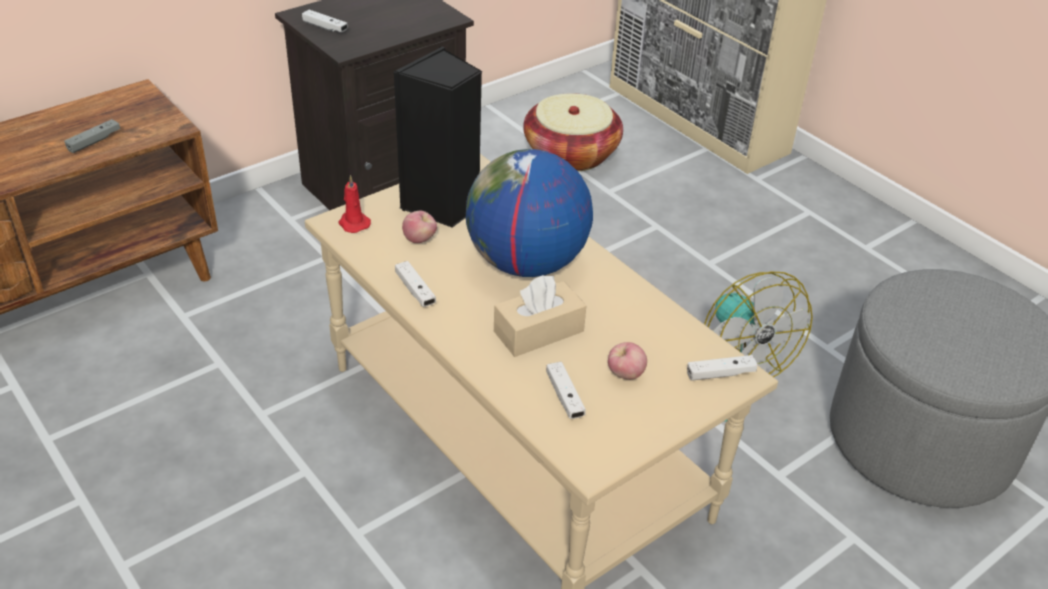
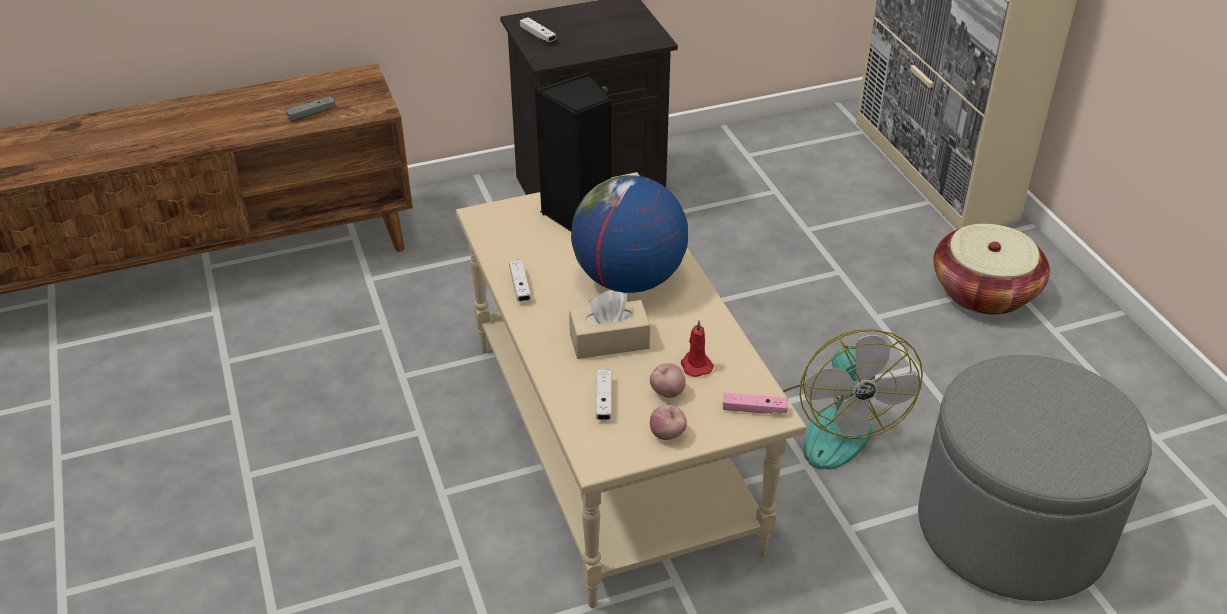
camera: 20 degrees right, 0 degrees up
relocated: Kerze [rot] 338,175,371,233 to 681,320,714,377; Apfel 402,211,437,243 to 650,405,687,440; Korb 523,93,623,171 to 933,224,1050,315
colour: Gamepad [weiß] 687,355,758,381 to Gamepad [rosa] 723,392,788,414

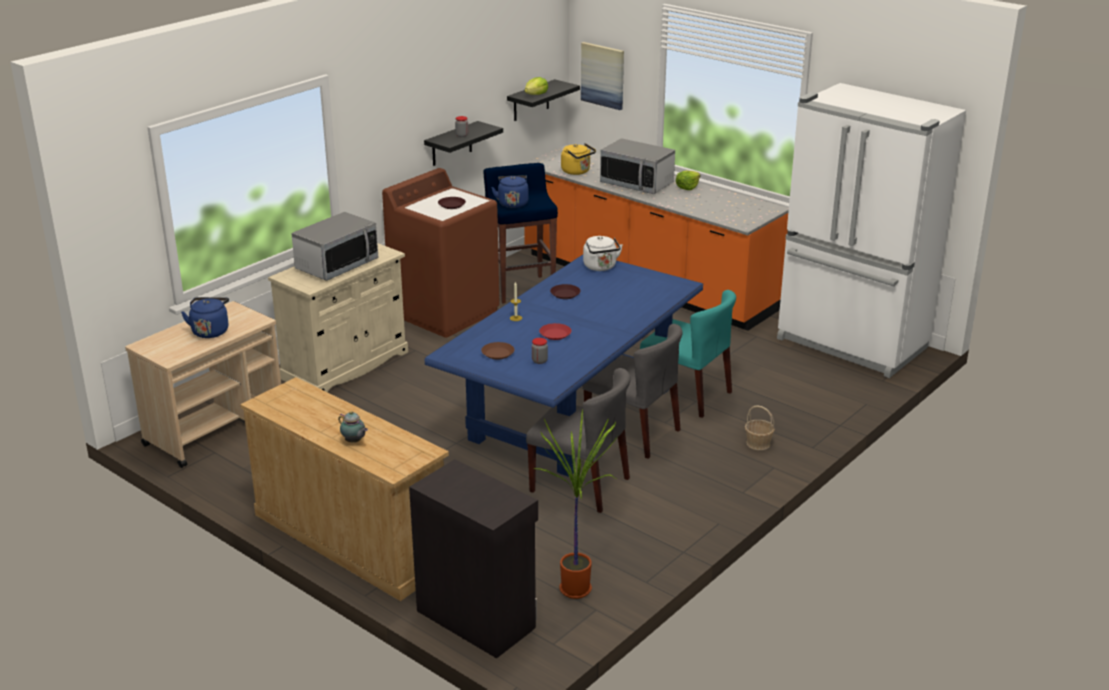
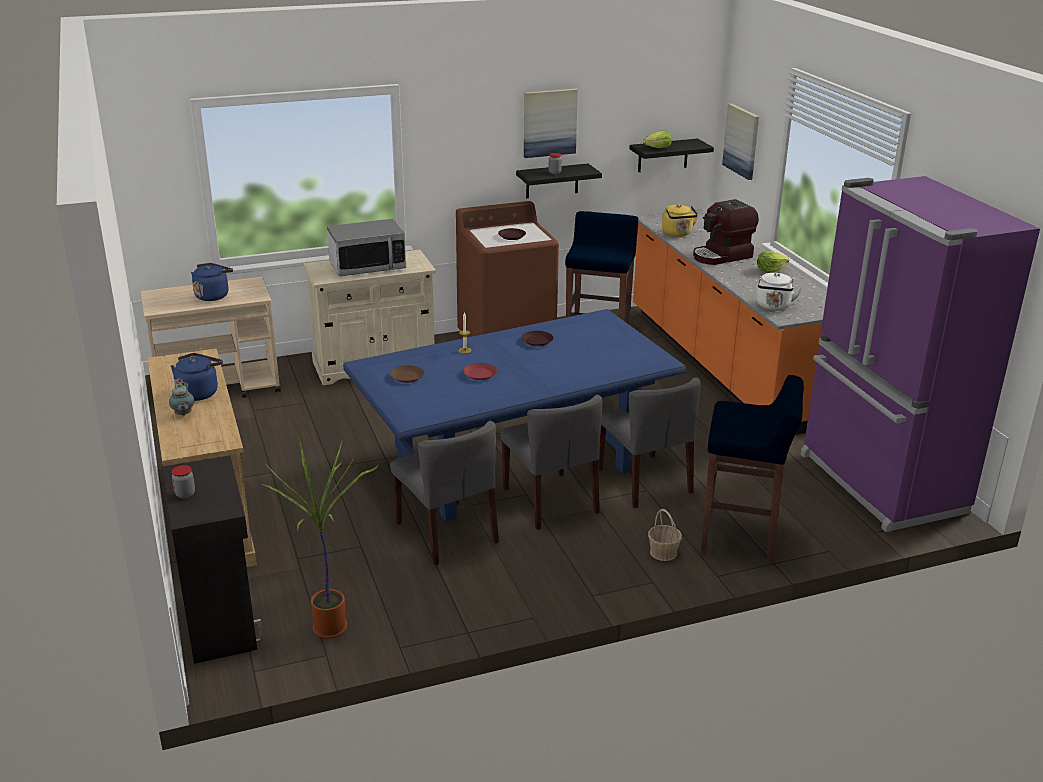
camera: 30 degrees right, 0 degrees up
appeared: Bild 524,89,578,158; Hocker [blau] 700,375,804,565
relocated: Wasserkessel [blau] 491,175,529,208 to 171,353,223,401; Vorratsglas 532,338,548,364 to 172,465,195,498; Wasserkessel [weiß] 583,236,623,271 to 756,273,802,310
exchanged: Mikrowelle 600,138,675,194 to Kaffeemaschine 693,199,759,265
colour: Stuhl [türkis] 640,290,736,418 to Stuhl [grau] 598,377,701,508; Kühlschrank [weiß] 777,83,966,378 to Kühlschrank [lila] 801,176,1040,532

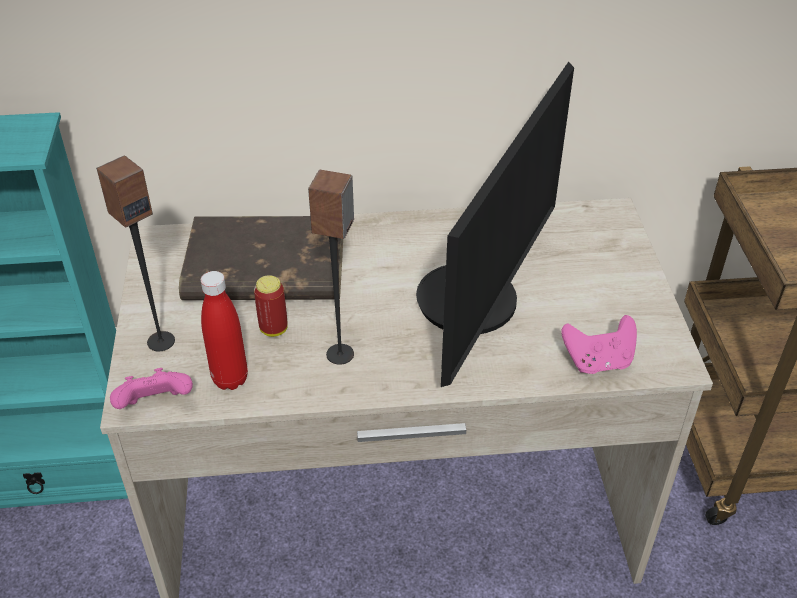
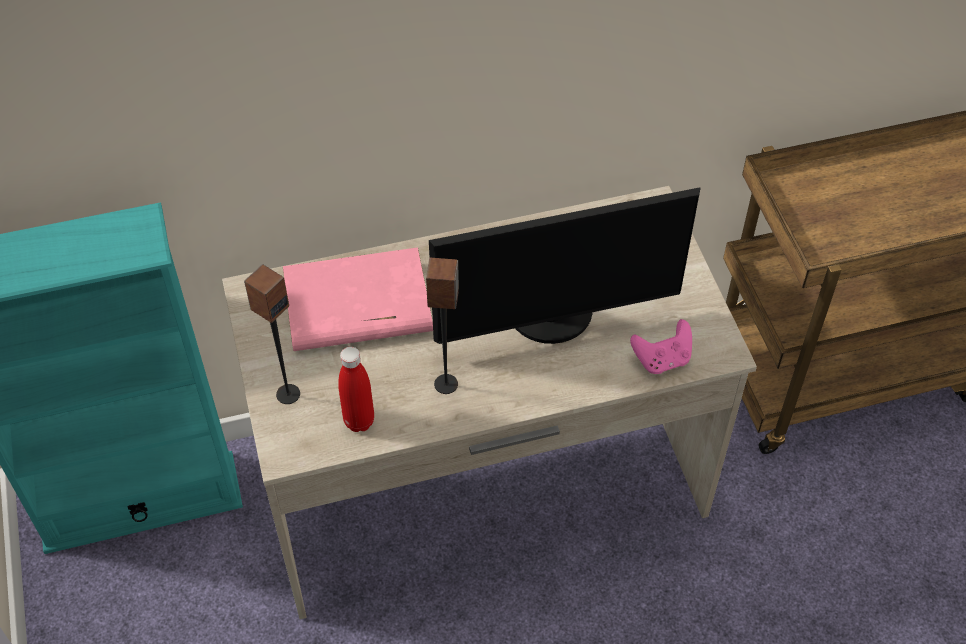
camera: 10 degrees left, 10 degrees up
missing: Gamepad [rosa] 110,368,193,409; Dose 254,275,288,337
colour: Buch [braun] 179,216,343,300 to Buch [rosa] 283,247,433,351
spun: Monitor 416,62,574,387 = 429,187,701,344 60 degrees clockwise

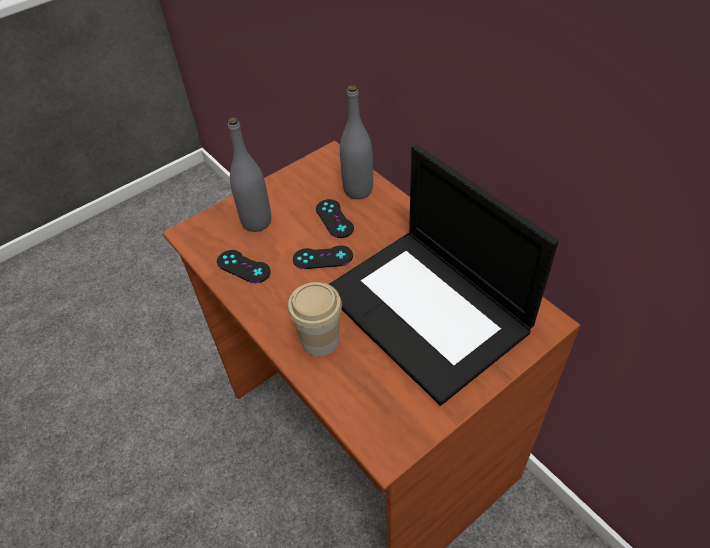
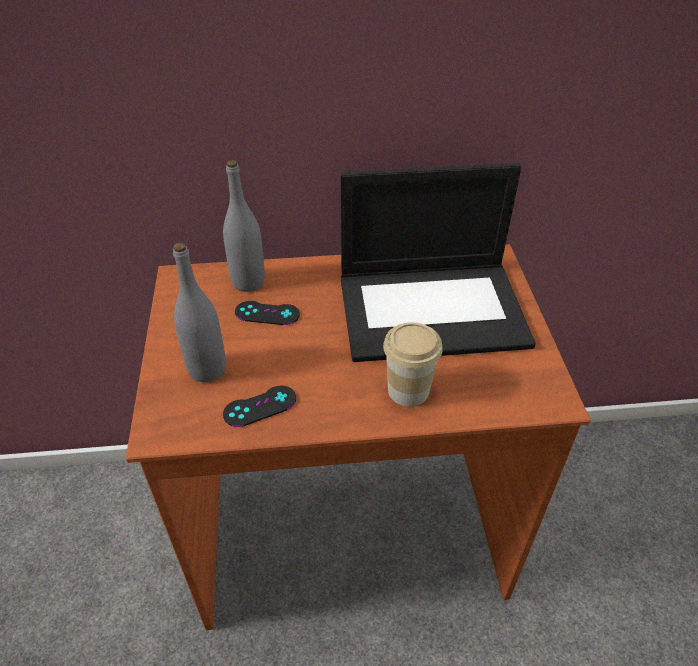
camera: 60 degrees left, 5 degrees down
missing: Gamepad [schwarz] 293,246,353,269

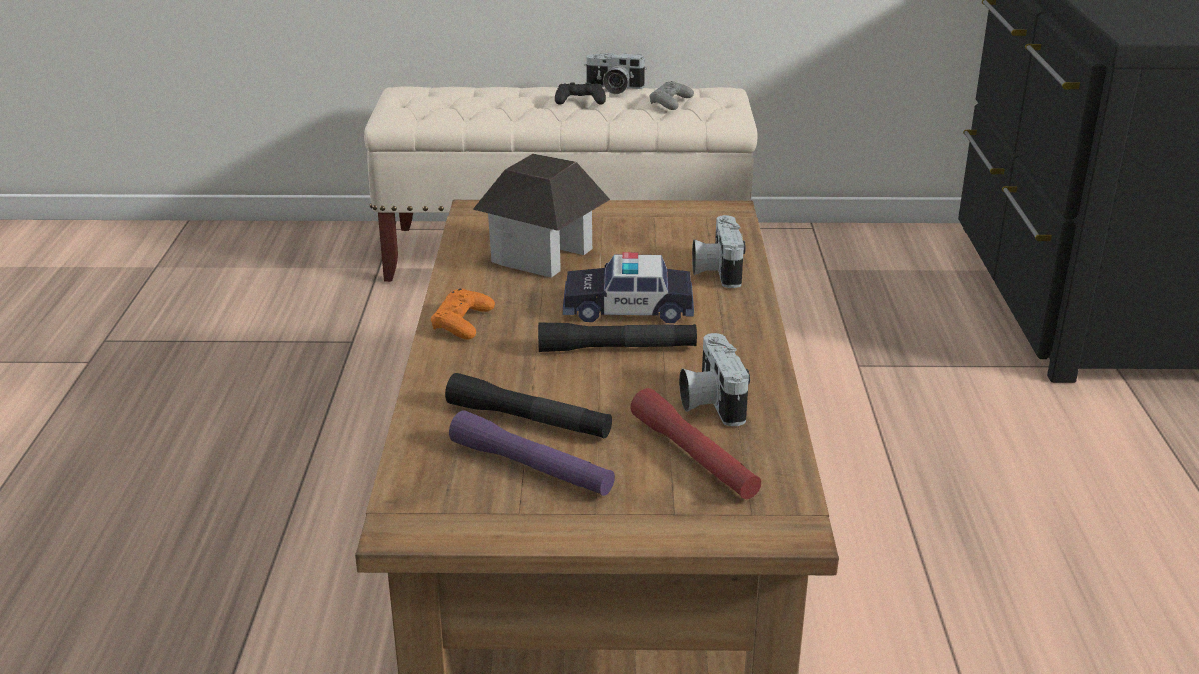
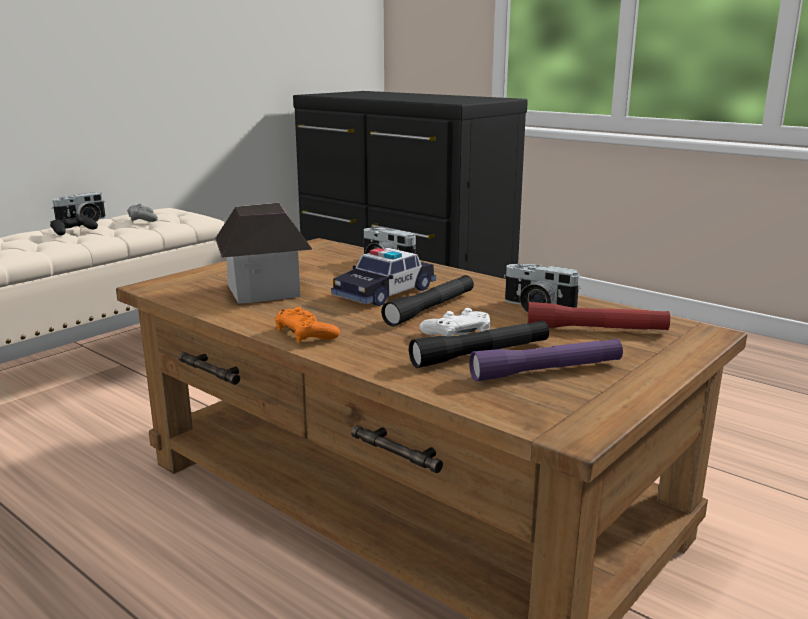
camera: 50 degrees left, 10 degrees down
appeared: Gamepad [weiß] 419,308,490,336

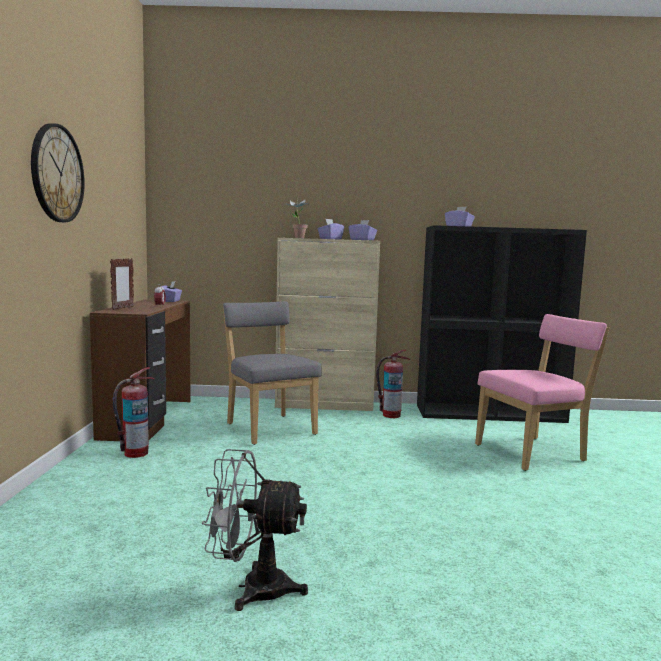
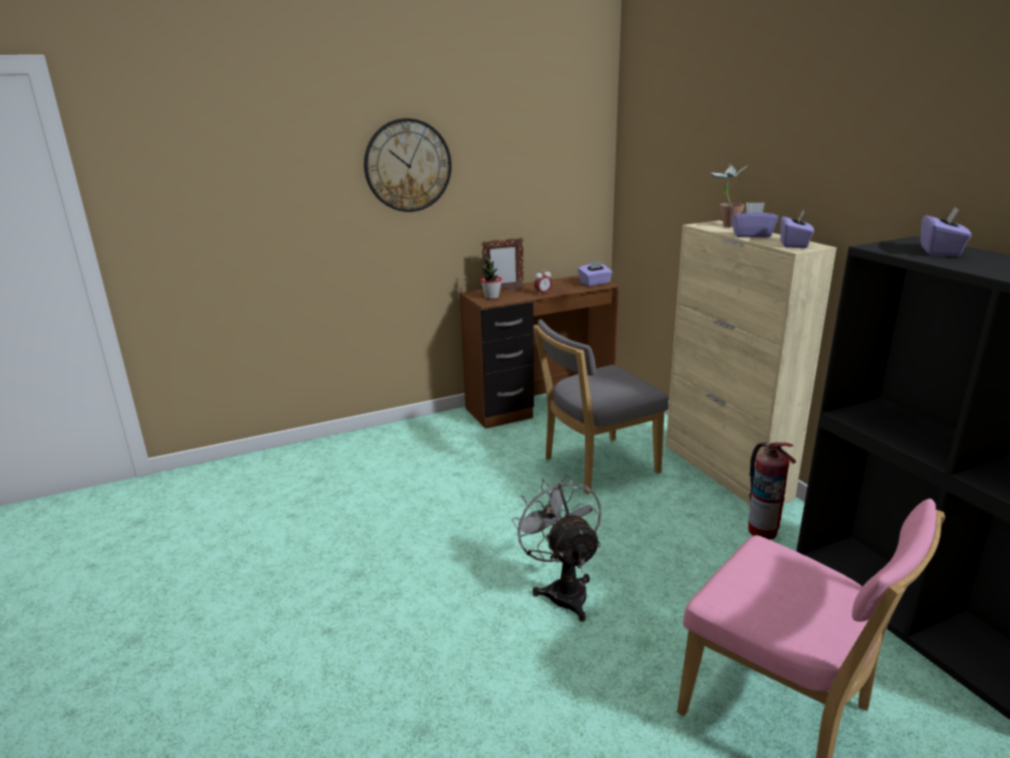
camera: 65 degrees right, 15 degrees up
missing: Feuerlöscher 113,367,155,458
appeared: Topfpflanze 481,255,502,299
relocated: Ventilator [grau] 202,449,308,611 to 512,475,602,621
spun: Stuhl [grau] 223,301,321,445 = 533,319,669,494 150 degrees counterclockwise

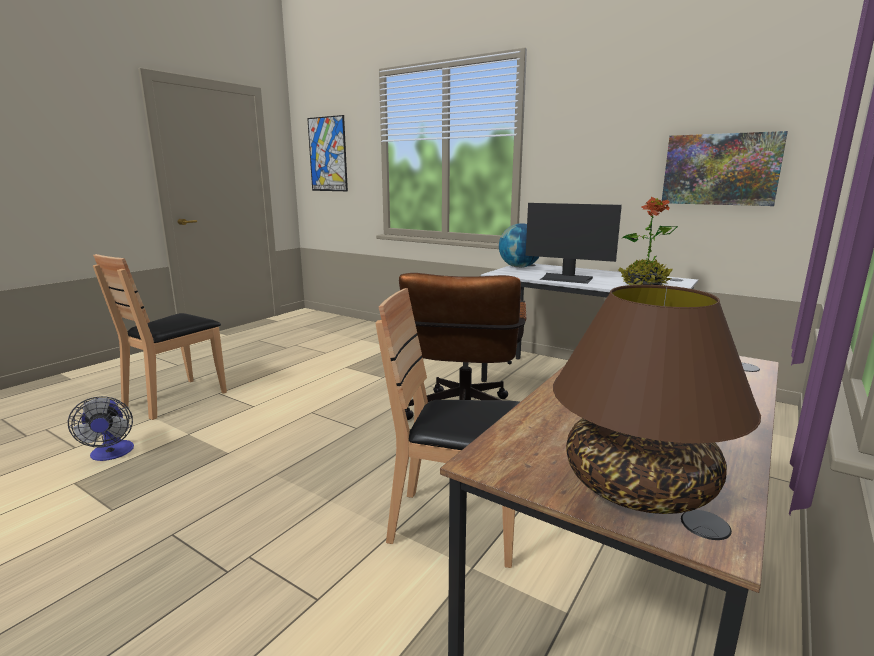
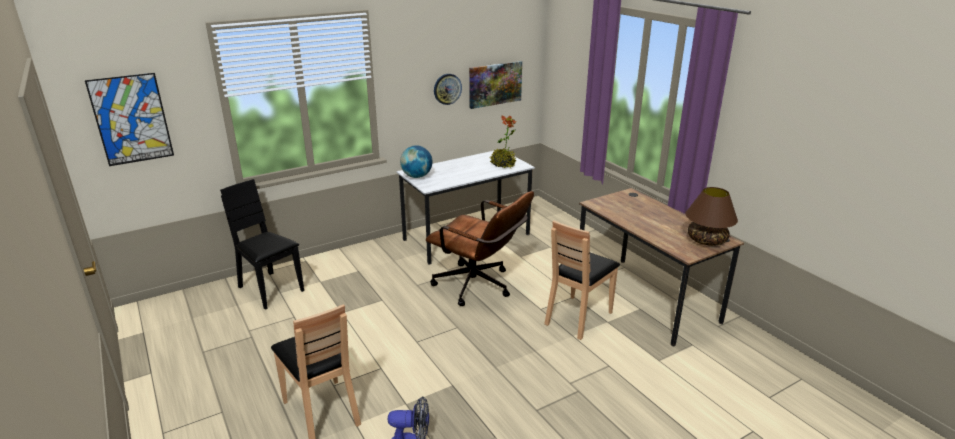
camera: 65 degrees left, 10 degrees up
missing: Monitor 526,203,622,284
appeared: Stuhl [schwarz] 220,179,304,310; Wanduhr 434,74,462,105

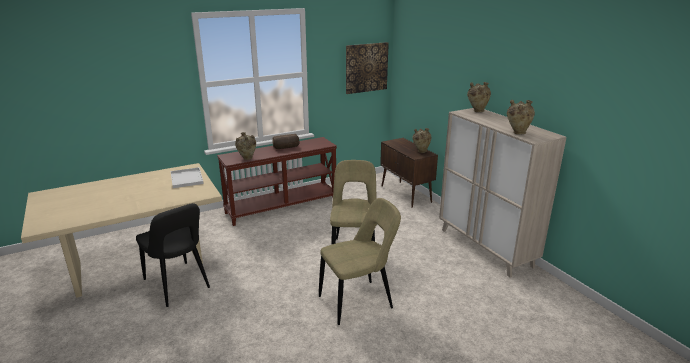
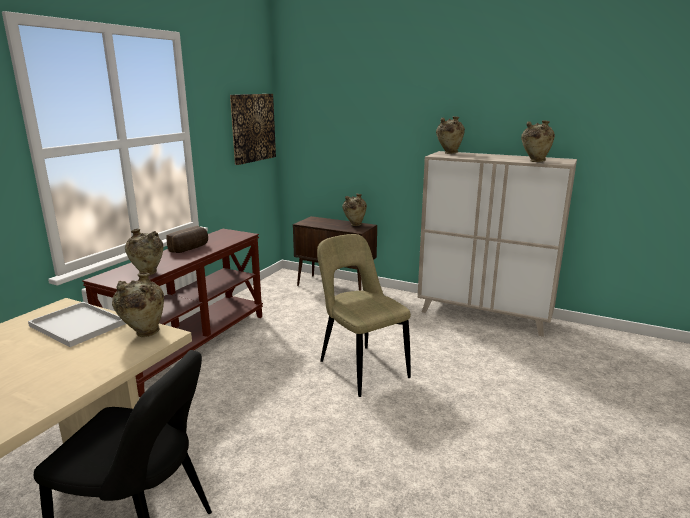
camera: 35 degrees left, 5 degrees down
missing: Stuhl [beige] 319,198,401,325
appeared: Vase [beige] 112,273,164,337

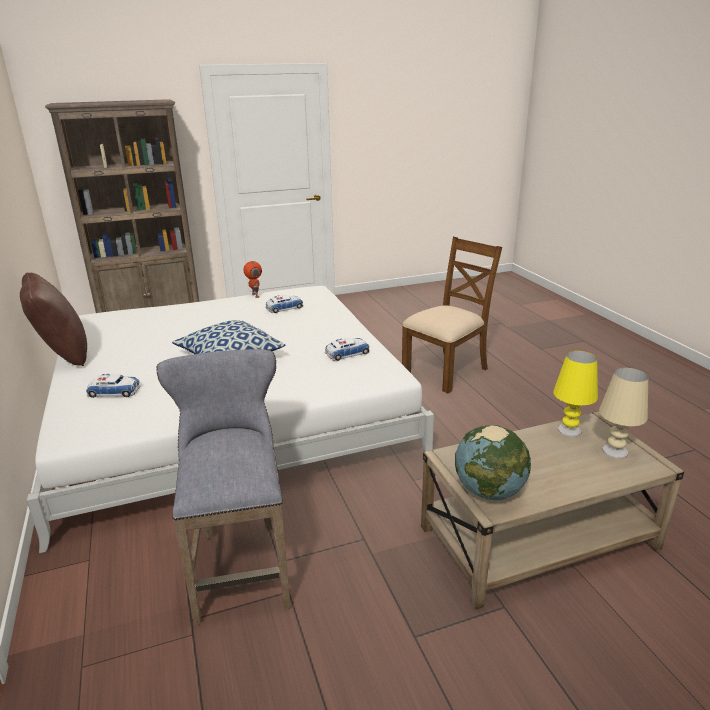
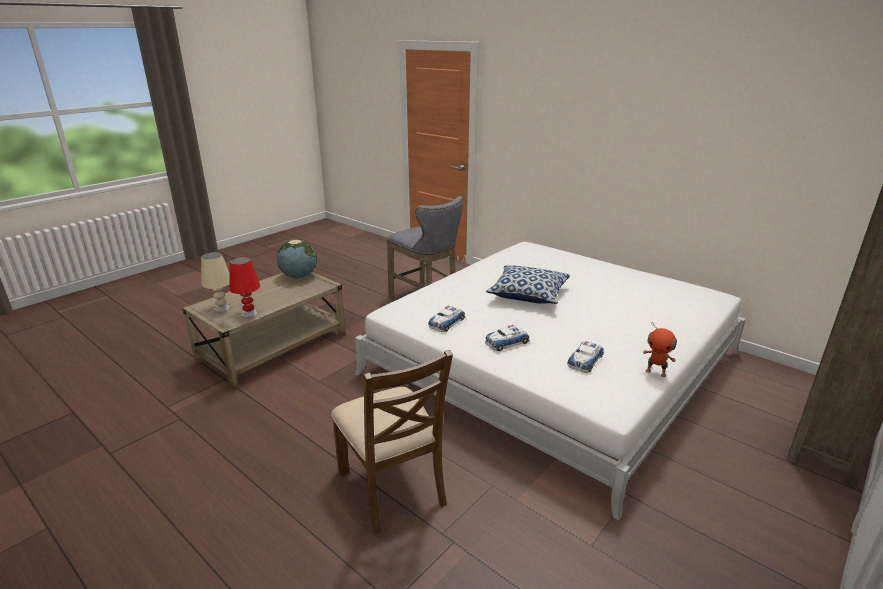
camera: 150 degrees right, 0 degrees up
missing: Kissen [braun] 20,273,87,366
relocated: Spielzeugauto 86,374,140,398 to 485,325,530,351
colour: Tischlampe [gelb] 553,351,598,437 to Tischlampe [rot] 229,257,260,318
spun: Stuhl [braun] 402,237,502,393 = 331,350,453,535 45 degrees counterclockwise

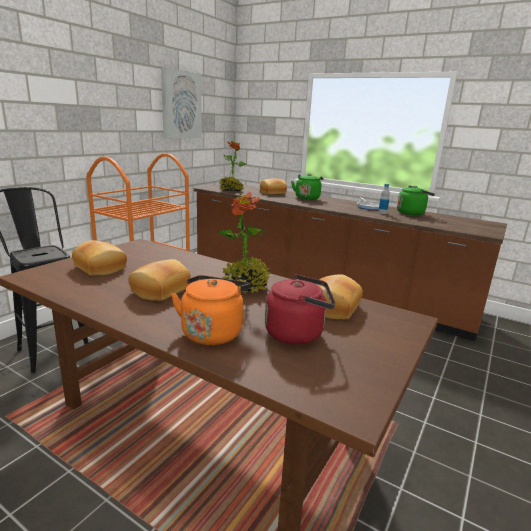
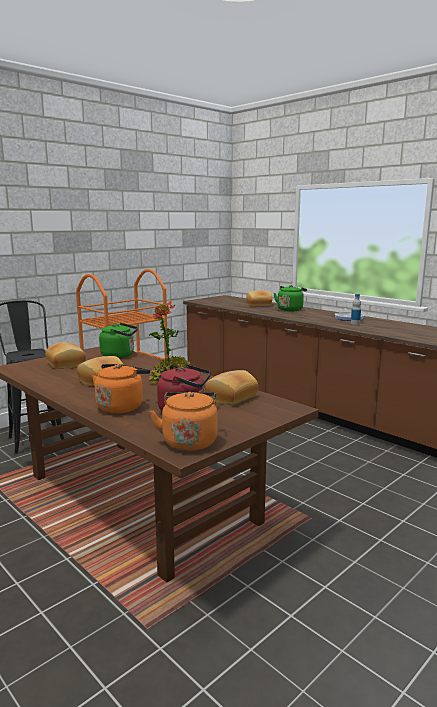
camera: 15 degrees right, 5 degrees down
missing: Bild 161,67,202,138; Topfpflanze 219,141,247,191
appeared: Wasserkessel [orange] 150,392,218,451
relocated: Wasserkessel [grün] 397,186,435,215 to 99,323,138,358

